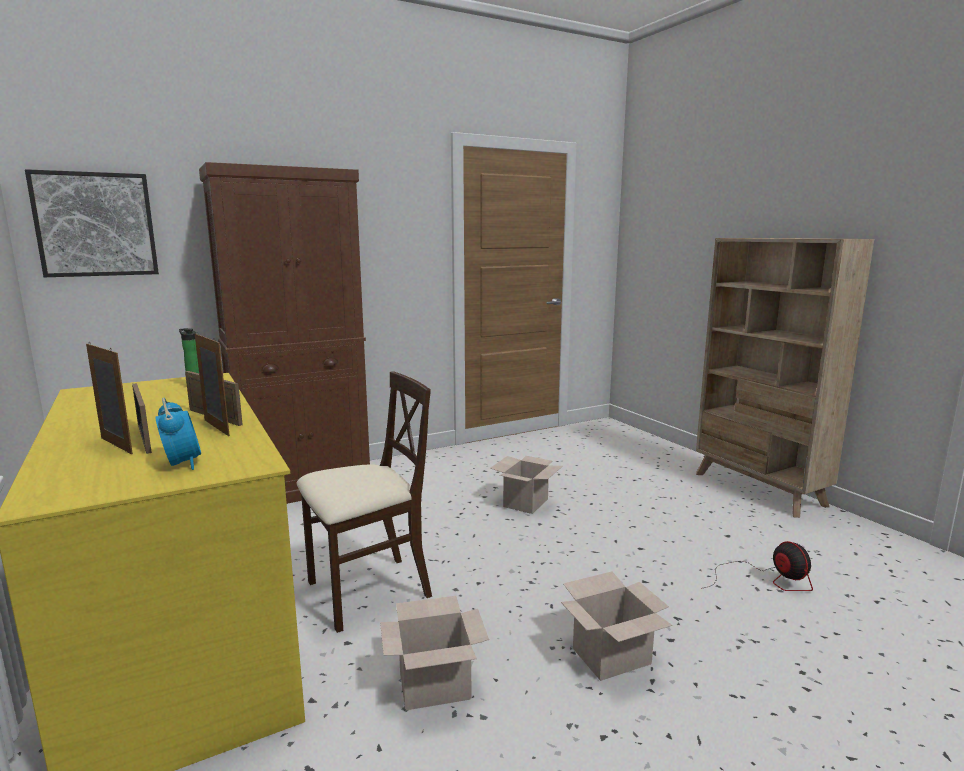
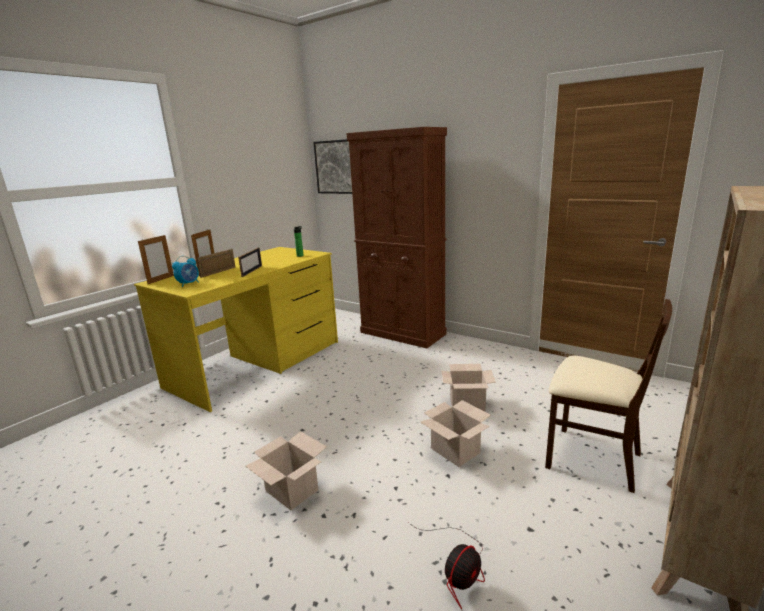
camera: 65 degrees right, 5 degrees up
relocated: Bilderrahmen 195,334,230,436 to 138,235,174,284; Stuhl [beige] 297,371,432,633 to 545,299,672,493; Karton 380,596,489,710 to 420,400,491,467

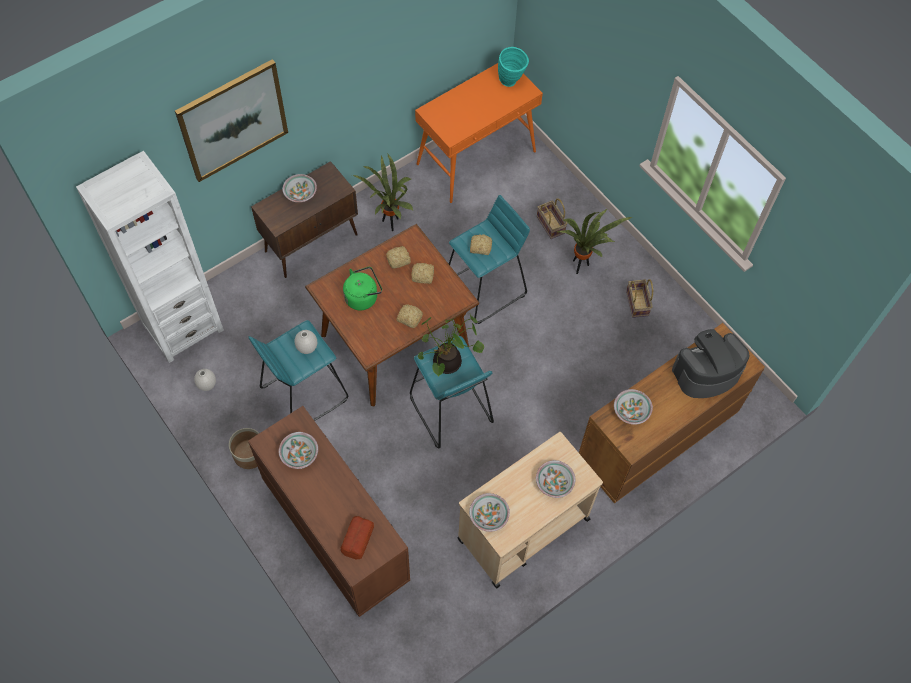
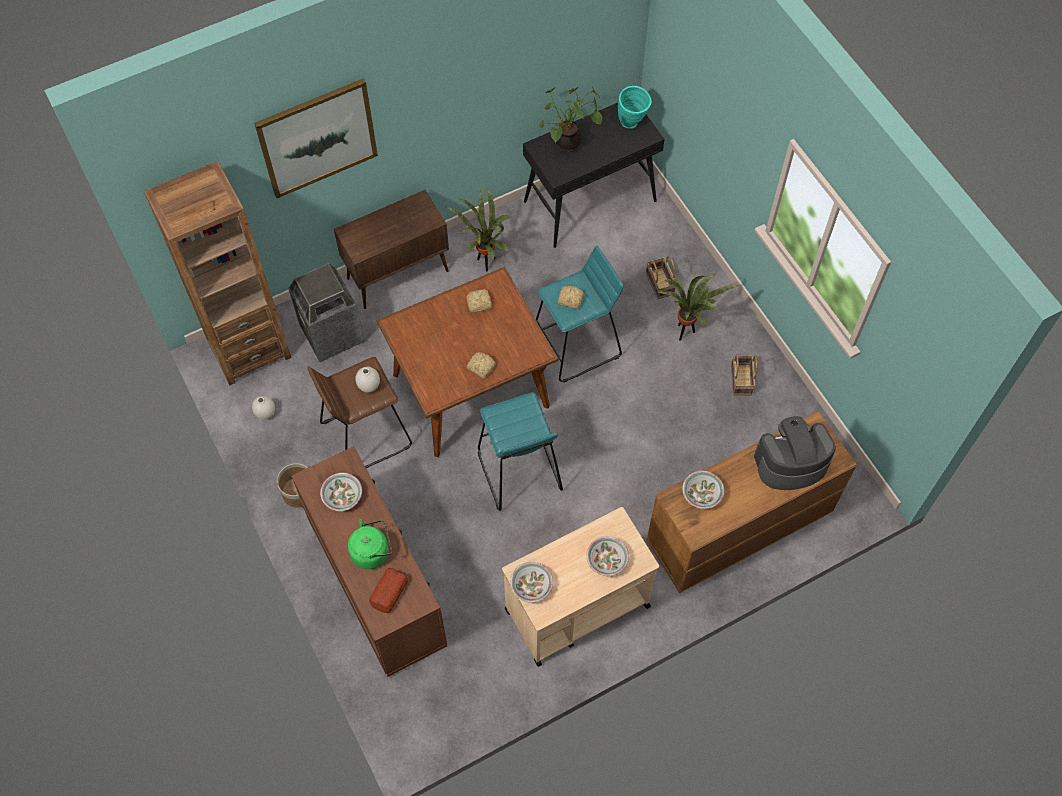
camera: 10 degrees right, 0 degrees up
missing: Schüssel 282,174,317,202; Brot 412,263,434,284
appeared: Mülleimer 288,263,365,362
relocated: Wasserkessel [grün] 343,267,382,310 to 348,519,392,569; Topfpflanze 417,314,484,376 to 539,86,602,152
colour: Bücherregal [weiß] 76,151,224,363 to Bücherregal [braun] 144,161,292,385; Hocker [türkis] 249,320,348,421 to Hocker [braun] 307,357,412,468; Konsolentisch [orange] 415,63,543,203 to Konsolentisch [schwarz] 523,103,665,248

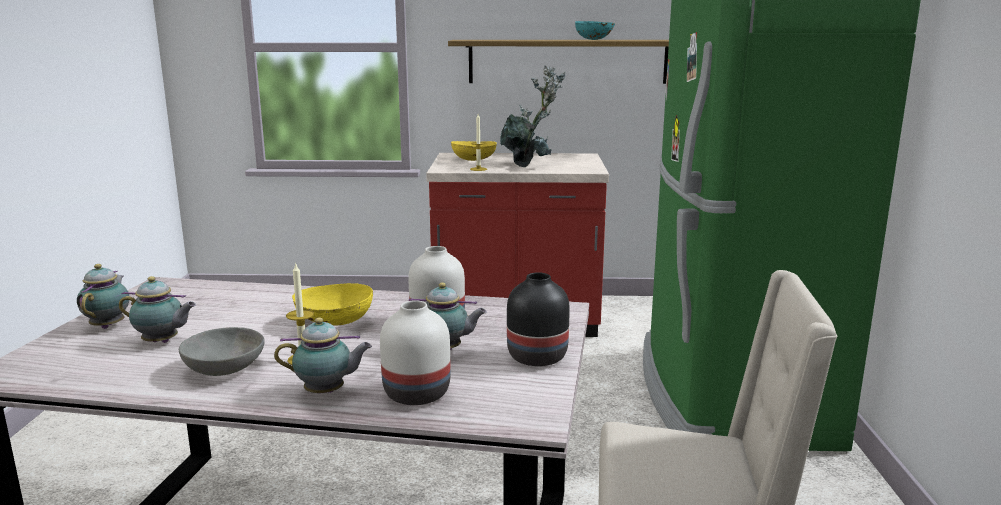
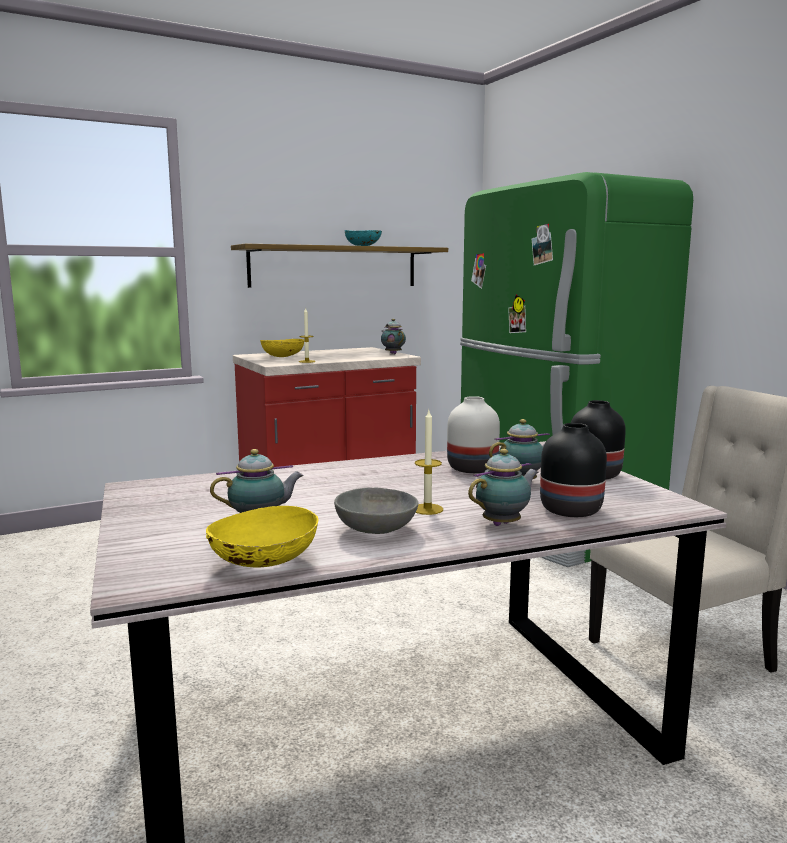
camera: 30 degrees left, 5 degrees down
missing: Topfpflanze 500,66,566,167
relocated: Teekanne 77,264,130,329 to 381,319,406,354; Schüssel [gelb] 292,283,373,325 to 206,506,319,567
colour: Vase [weiß] 380,300,451,405 to Vase [schwarz] 540,423,607,517

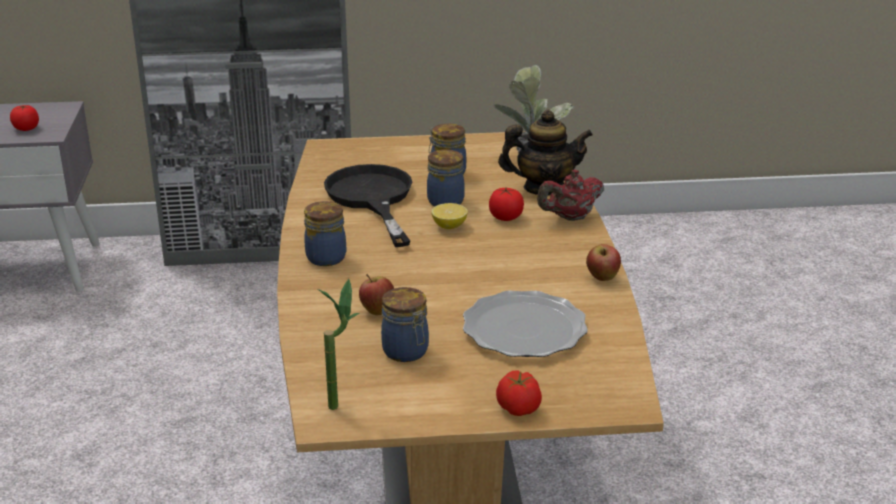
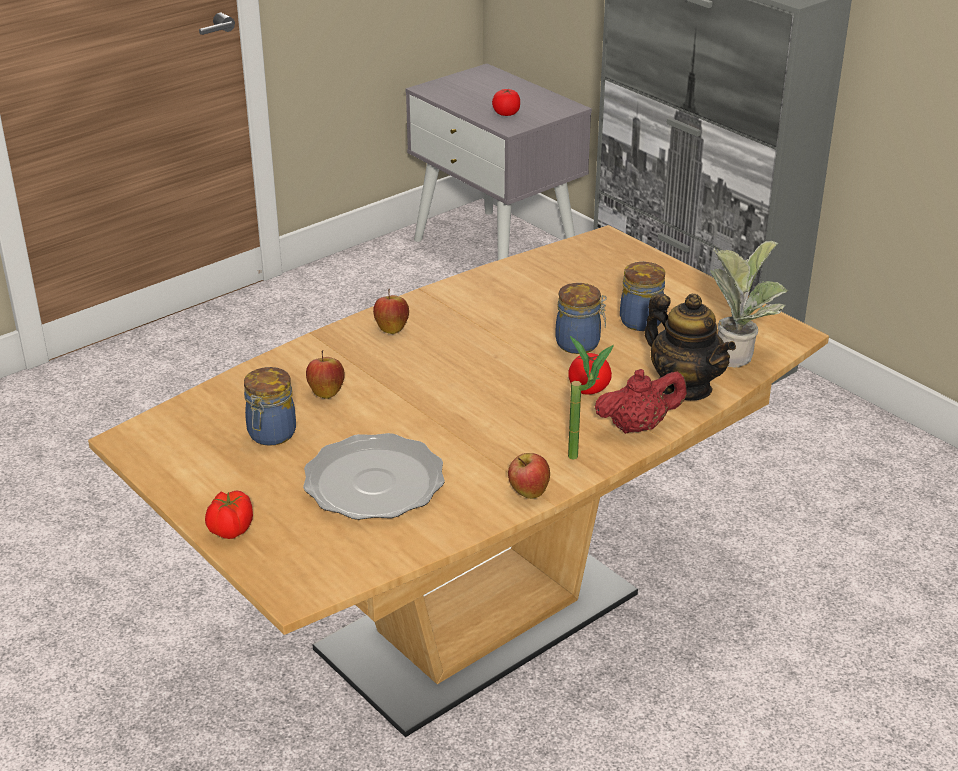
camera: 55 degrees right, 5 degrees up
missing: Pfanne [schwarz] 324,164,412,247; Zitrone 431,203,468,229
relocated: Topfpflanze 318,279,360,410 to 568,336,614,460
exchanged: Vorratsglas 304,201,346,266 to Apfel 373,289,409,334
spun: Teekanne [rot] 537,170,604,221 = 595,369,687,434 135 degrees clockwise

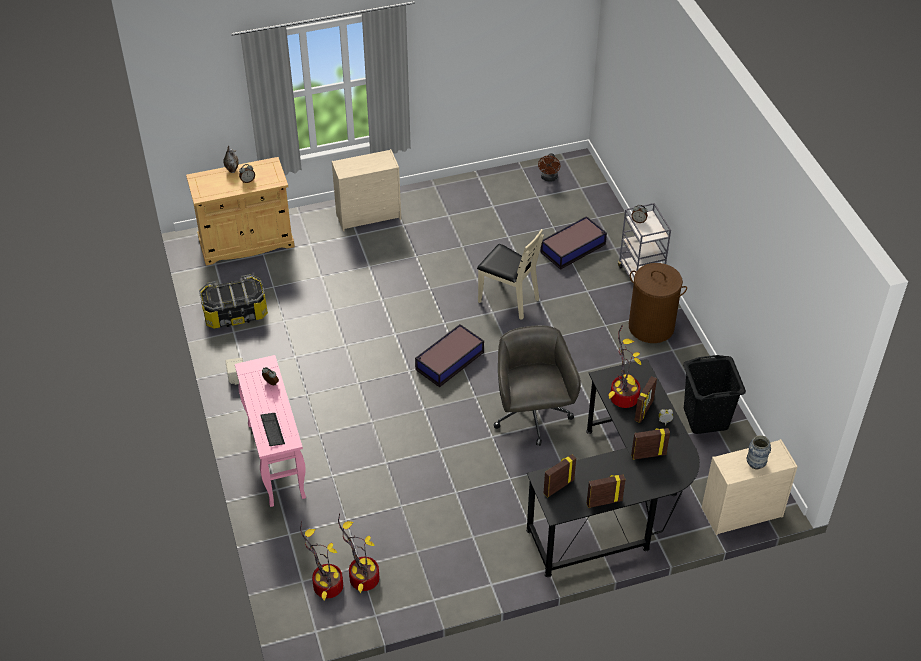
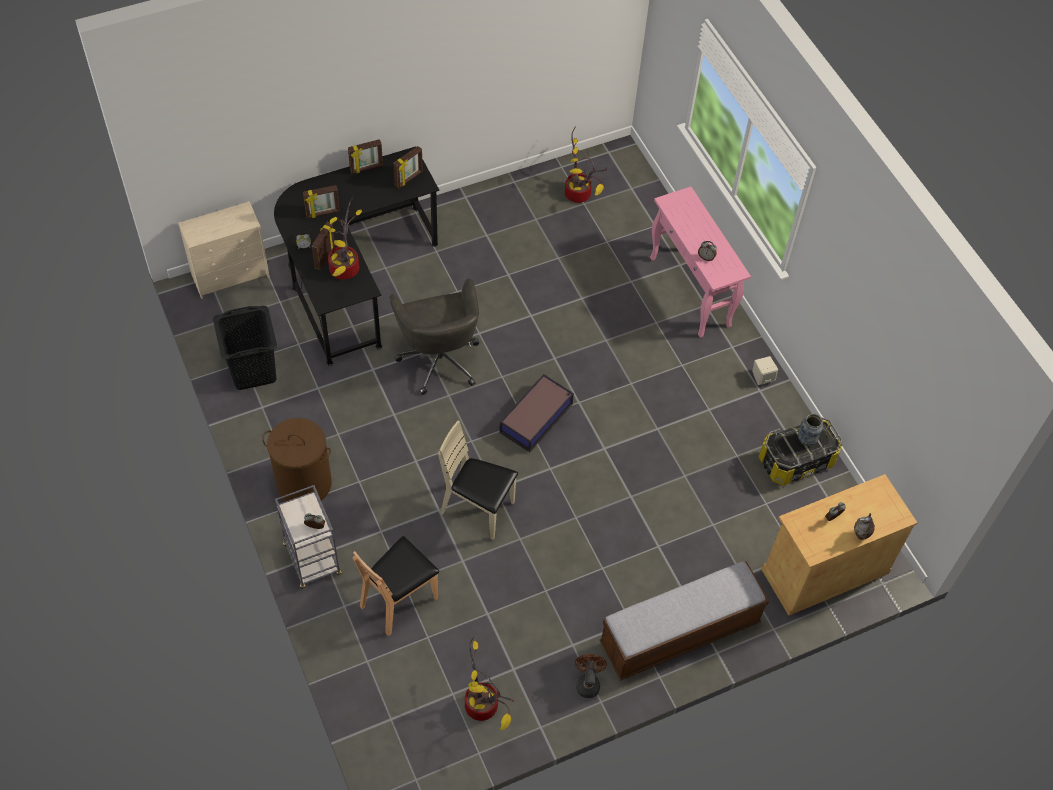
camera: 170 degrees right, 10 degrees up
missing: Tastatur 260,413,285,446
relocated: Topfpflanze 300,521,343,600 to 465,637,514,730; Ventilator [braun] 538,153,560,182 to 575,654,607,698; Vase 747,435,771,470 to 798,414,823,446
exchanged: Kommode [beige] 332,149,401,231 to Bank 600,561,769,681; Aufbewahrungsbox 540,216,607,270 to Stuhl [braun] 352,536,439,636

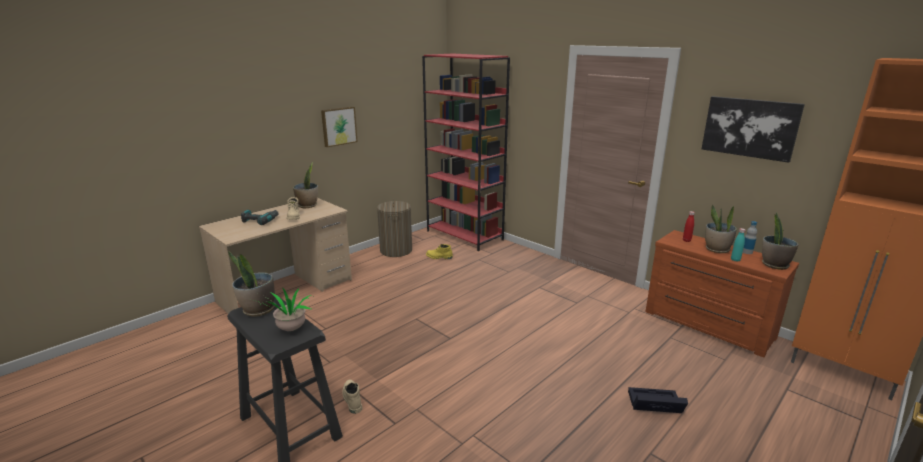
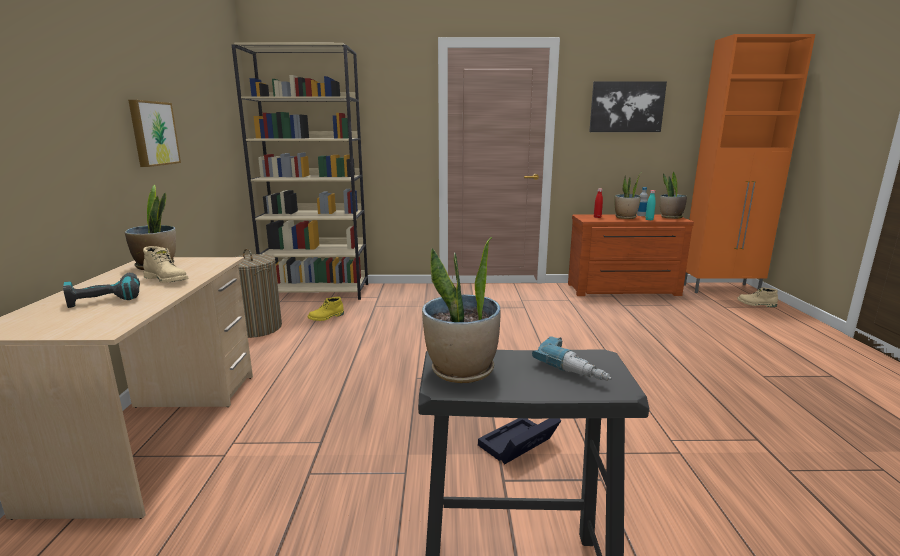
camera: 45 degrees left, 5 degrees down
relocated: Stiefel [beige] 342,380,362,414 to 737,287,778,307; Aufbewahrungsbox [schwarz] 628,387,688,413 to 478,418,561,465
exchanged: Topfpflanze 254,288,314,331 to Bohrmaschine 532,336,612,381
colour: Bücherregal [rot] 422,53,510,251 to Bücherregal [beige] 232,42,368,300

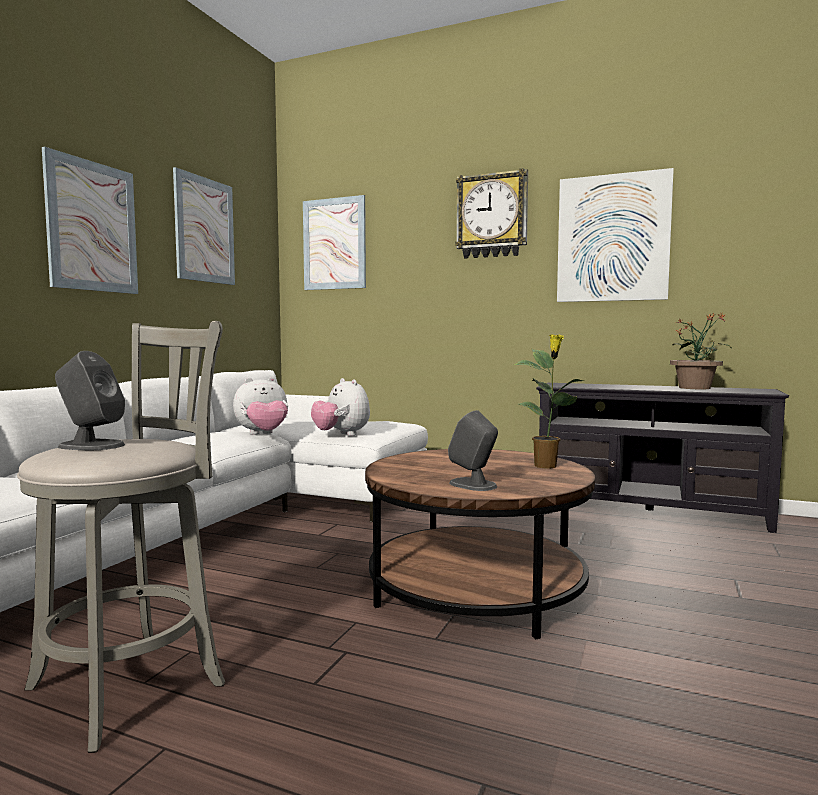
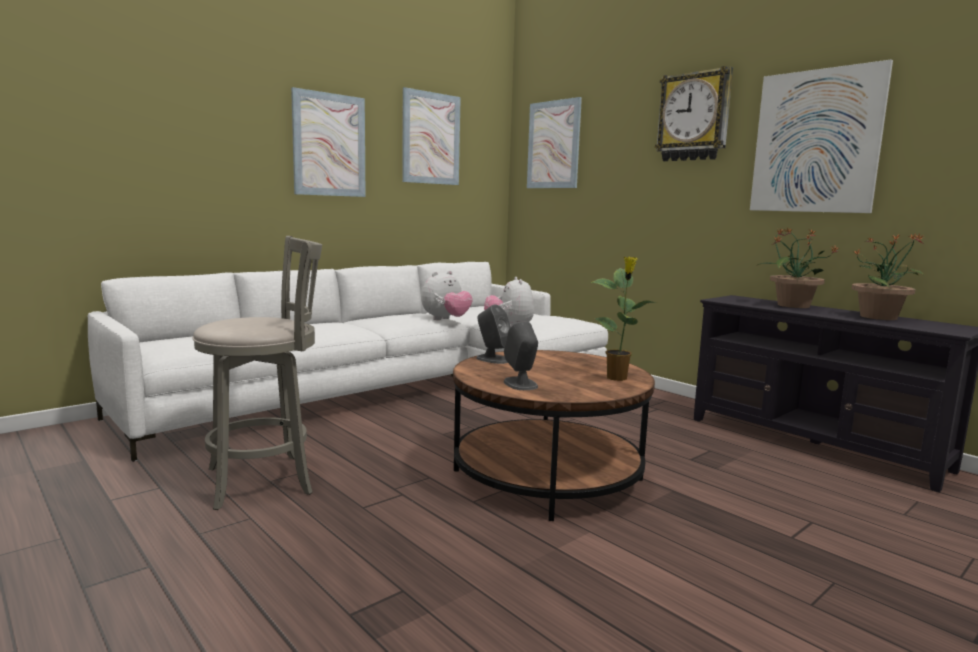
camera: 25 degrees right, 5 degrees up
appeared: Topfpflanze 758,227,840,308
relocated: Lautsprecher [grau] 55,351,125,450 to 476,305,511,364
spun: Plüschtier 233,377,288,435 = 421,271,473,320 45 degrees counterclockwise

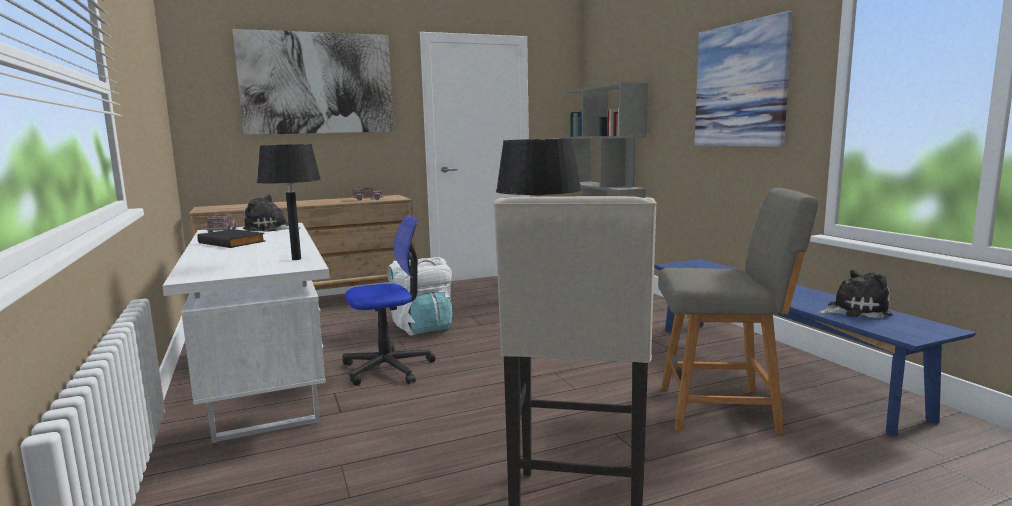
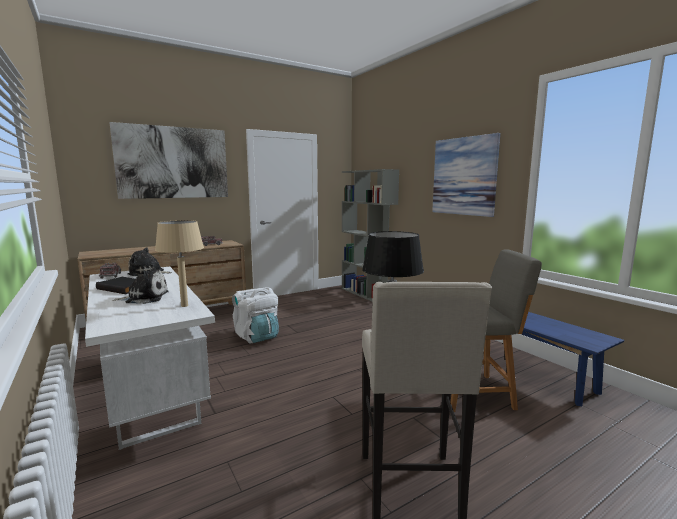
camera: 10 degrees left, 0 degrees up
missing: Bürostuhl 342,215,436,386
relocated: Plüschtier 818,270,893,319 to 112,268,169,304
colour: Tischlampe [schwarz] 257,144,321,260 to Tischlampe [beige] 155,220,204,307

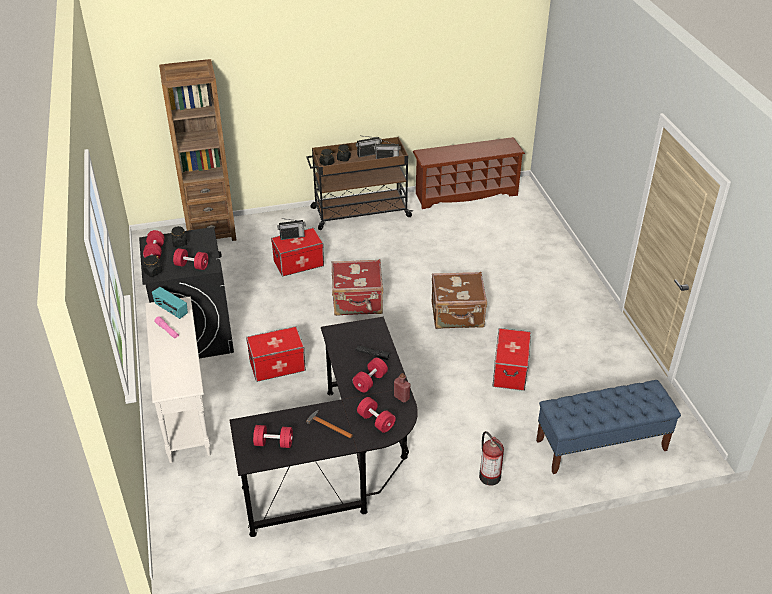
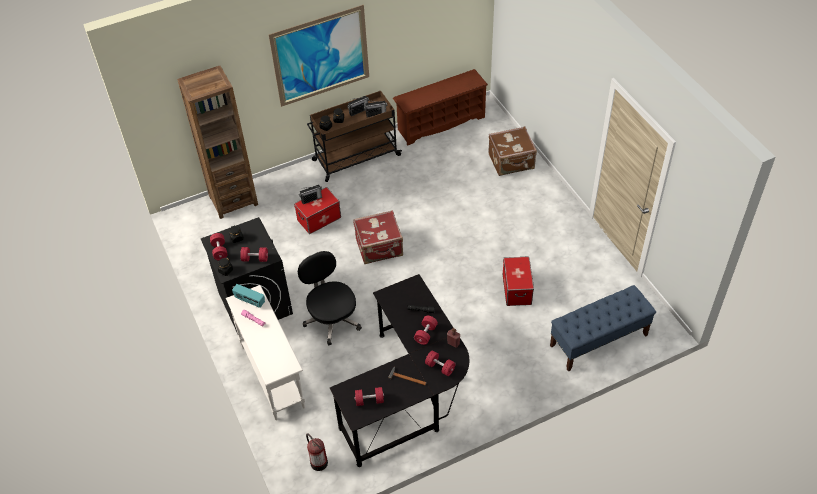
camera: 10 degrees left, 10 degrees up
appeared: Bild 269,5,369,107
relocated: Koffer [braun] 432,272,487,329 to 489,127,537,176; Feuerlöscher 479,431,504,486 to 306,433,328,471
exchanged: Aufbewahrungsbox 246,326,306,382 to Bürostuhl [schwarz] 298,251,362,346

